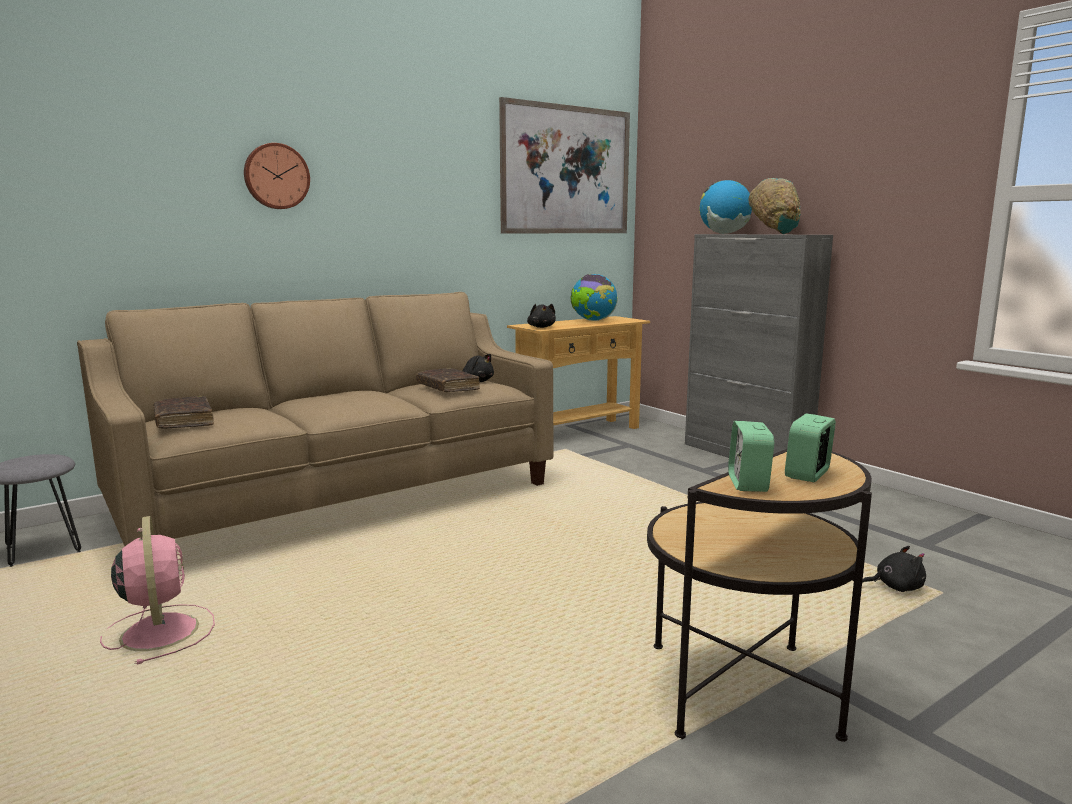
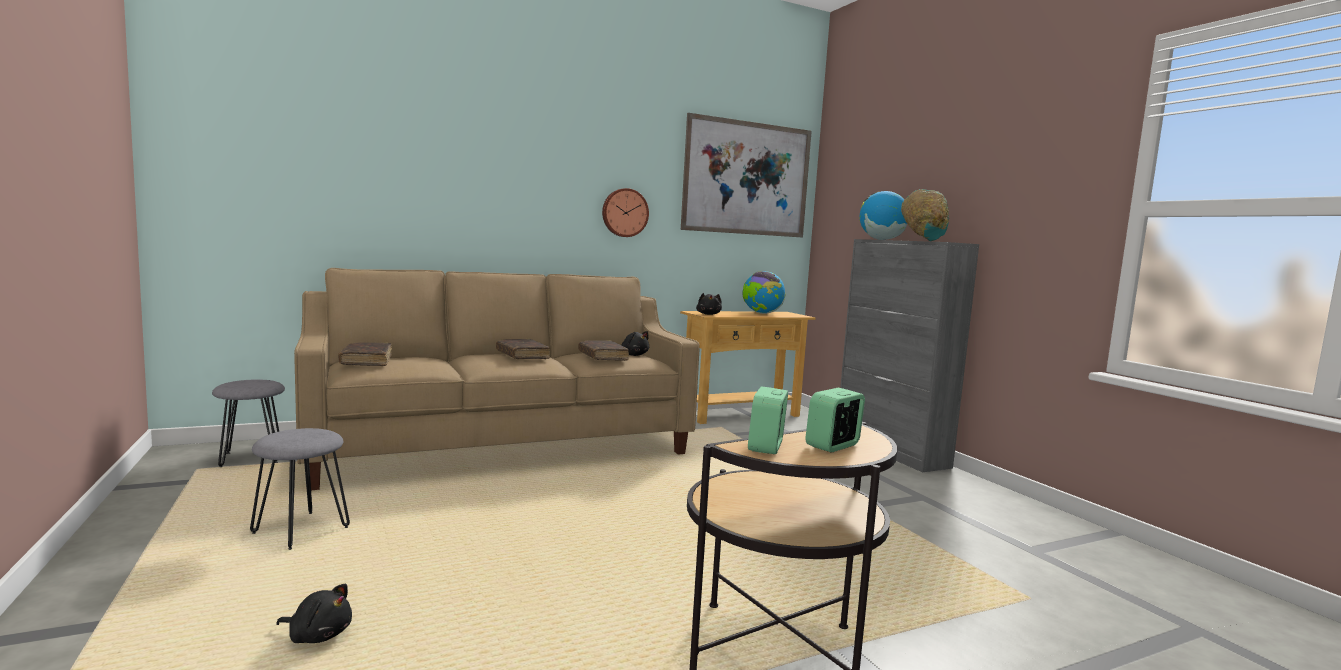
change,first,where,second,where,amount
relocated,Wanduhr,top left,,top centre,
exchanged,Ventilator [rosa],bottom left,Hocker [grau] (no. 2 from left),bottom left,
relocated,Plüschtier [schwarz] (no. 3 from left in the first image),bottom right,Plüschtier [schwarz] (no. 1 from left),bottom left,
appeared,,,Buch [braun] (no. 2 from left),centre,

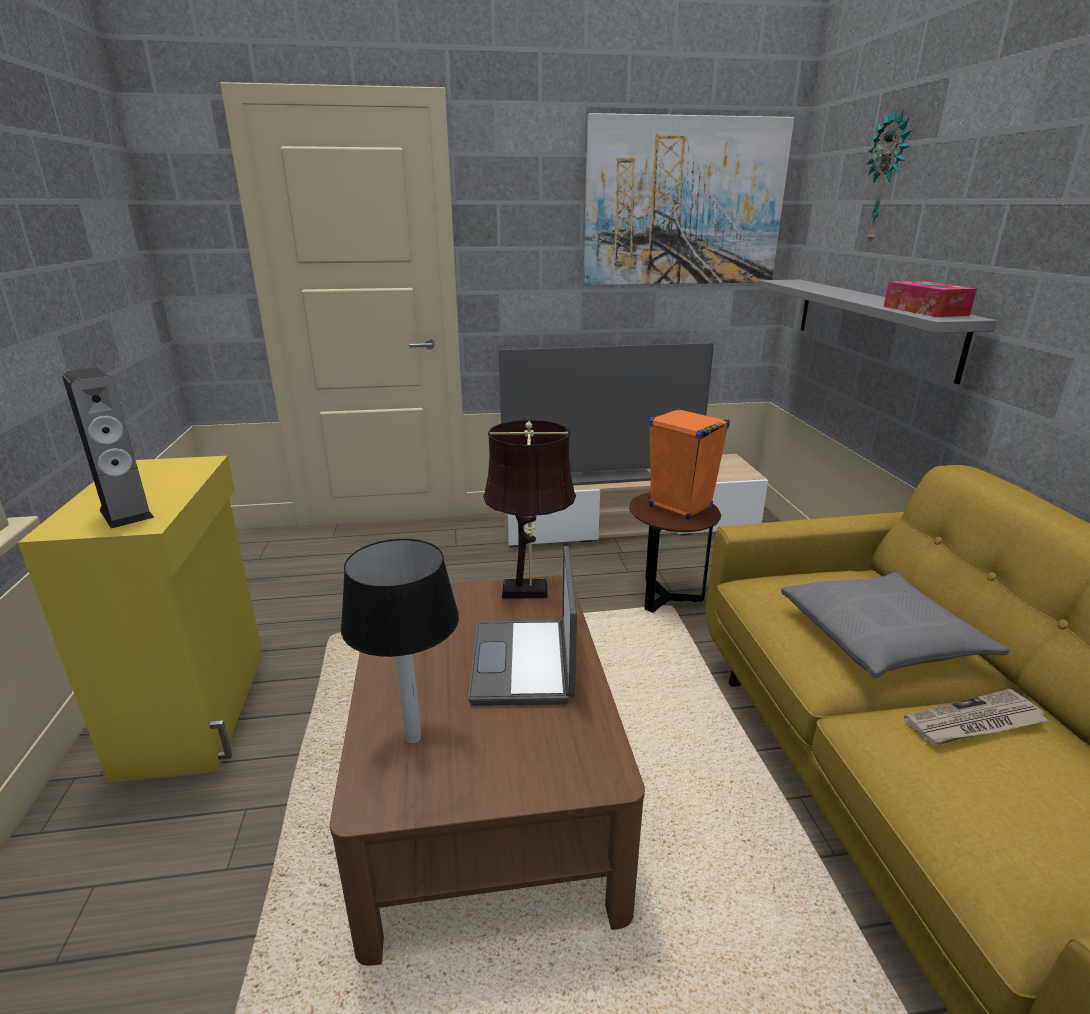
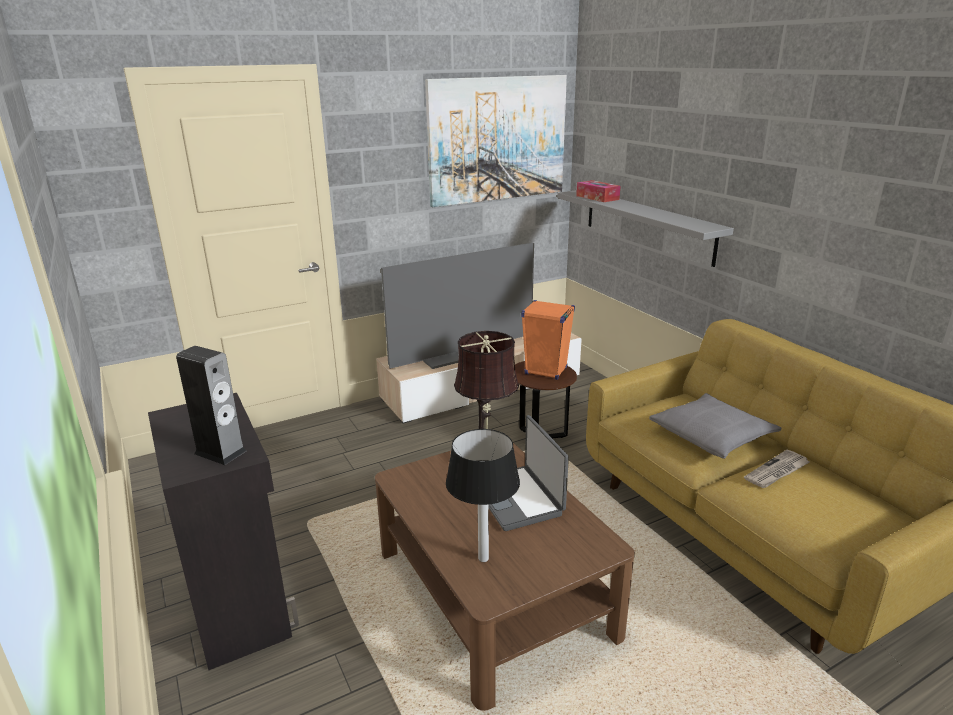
change,first,where,second,where,amount
missing,Wanduhr,top right,,,
relocated,Taschentuchbox,top right,,top centre,
colour,Schrank [gelb],middle left,Schrank [schwarz],bottom left,

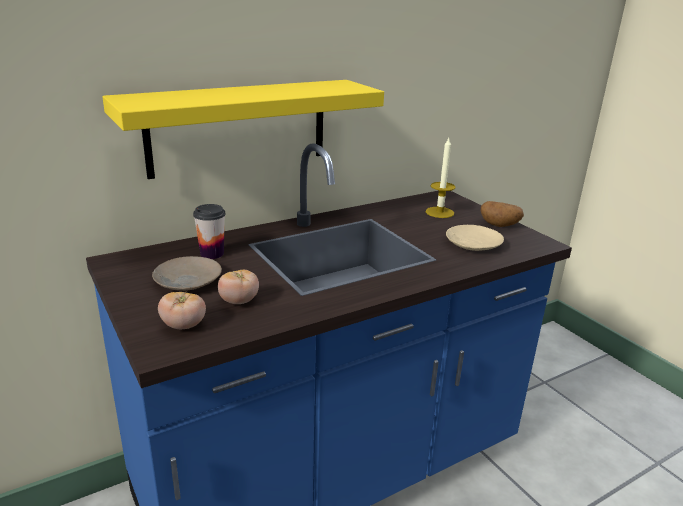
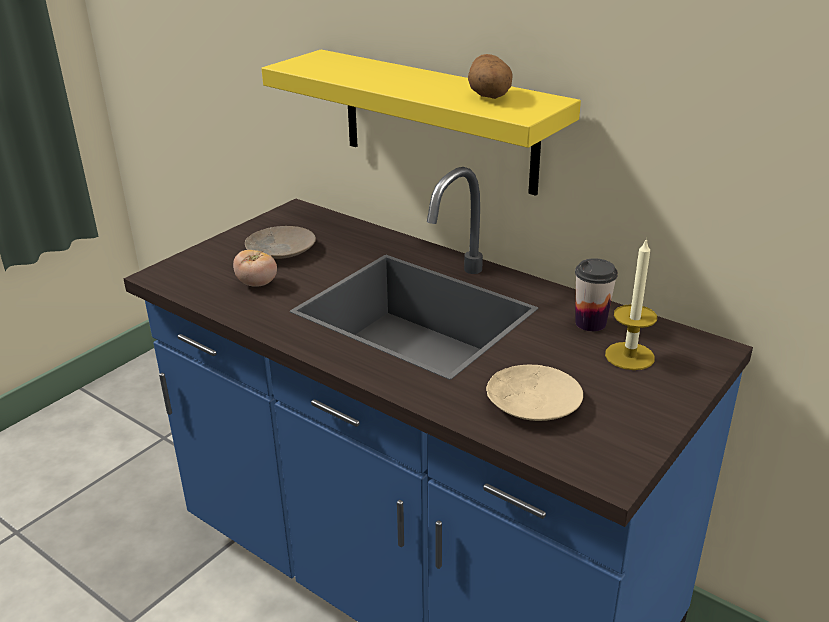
change,first,where,second,where,amount
relocated,Kartoffel,middle right,,top centre,
relocated,Tasse,middle left,,middle right,
missing,Tomate (no. 1 from left),middle left,,,

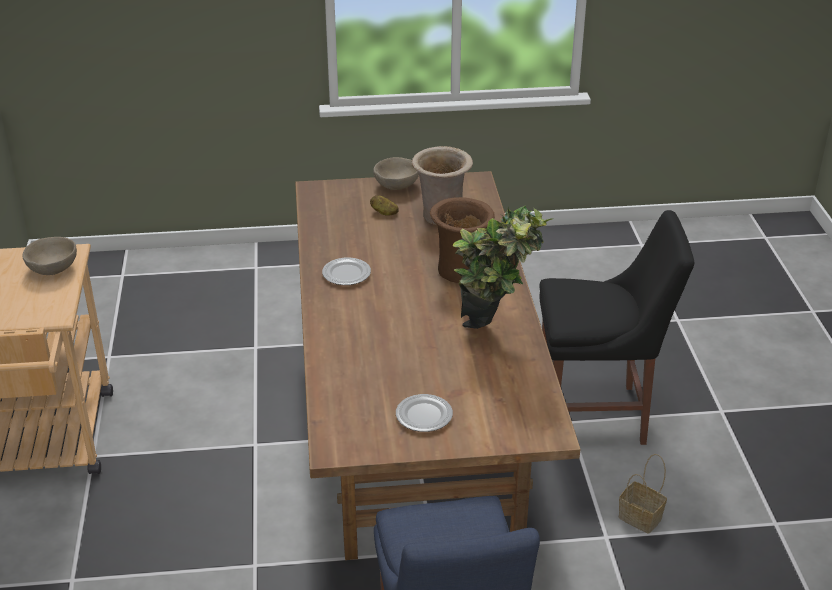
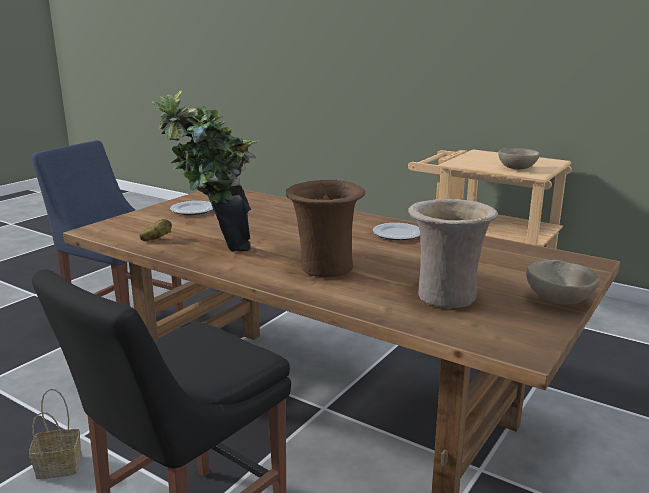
change,first,where,second,where,amount
relocated,Kartoffel,centre,,middle left,

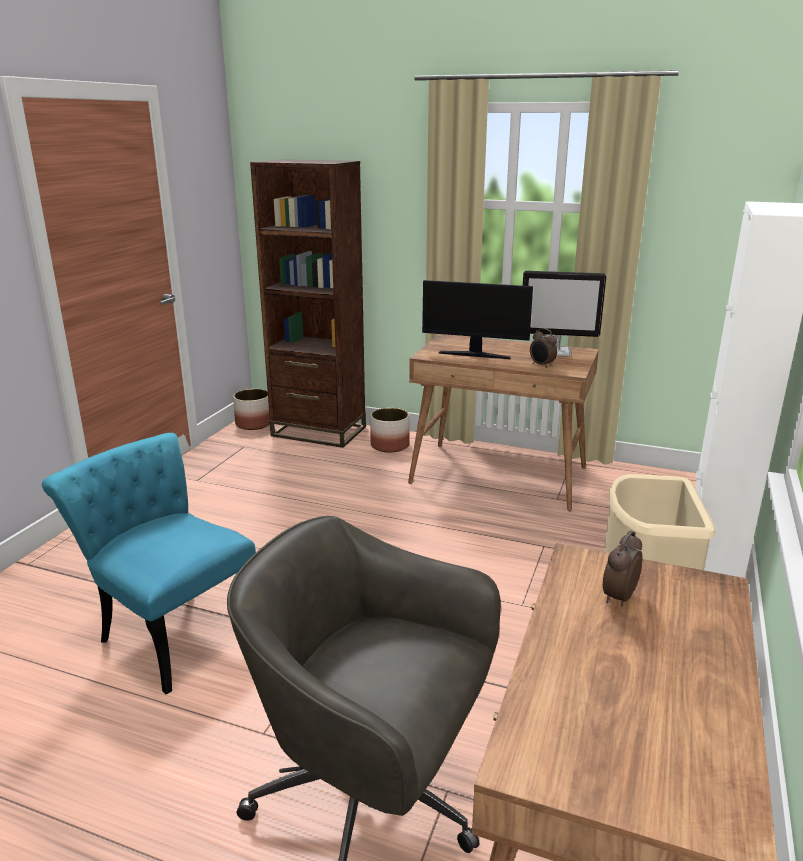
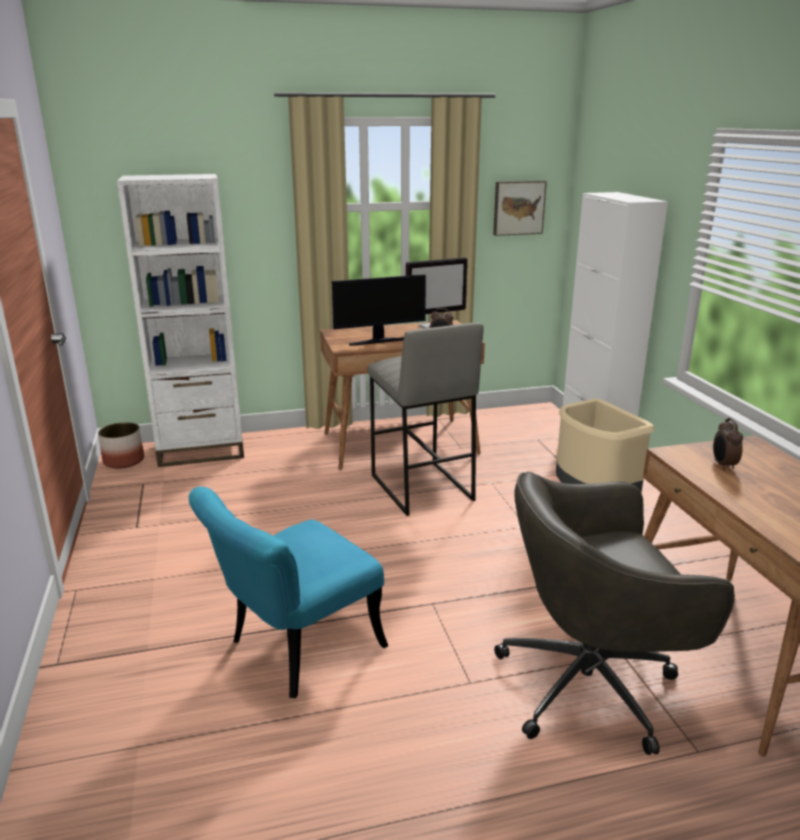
change,first,where,second,where,amount
colour,Bücherregal [braun],centre,Bücherregal [weiß],middle left,
missing,Pflanzkübel (no. 2 from left),centre,,,
spun,Stuhl [türkis],middle left,,bottom centre,45 degrees counterclockwise
appeared,,,Bild,top centre,
appeared,,,Hocker [grau],centre,

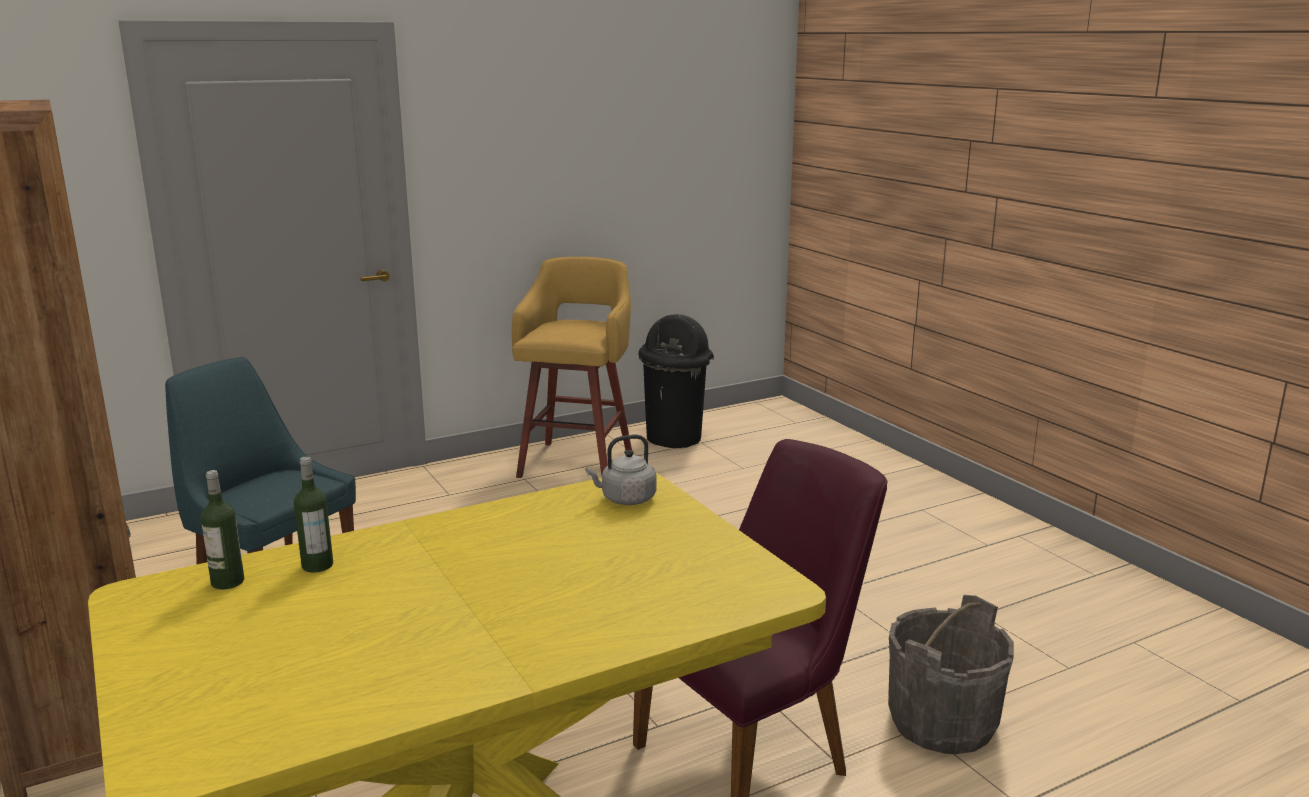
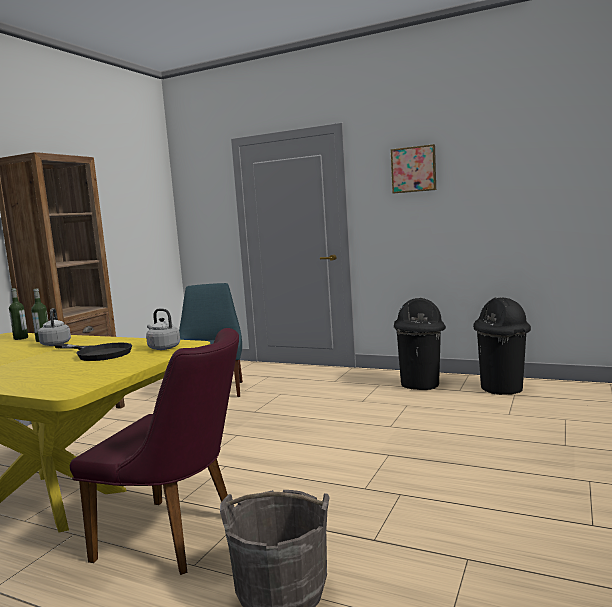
change,first,where,second,where,amount
exchanged,Hocker [gelb],centre,Mülleimer [schwarz] (no. 1 from left),middle right,
appeared,,,Bild,top right,
appeared,,,Wasserkessel [grau] (no. 1 from left),middle left,
appeared,,,Pfanne [schwarz],middle left,

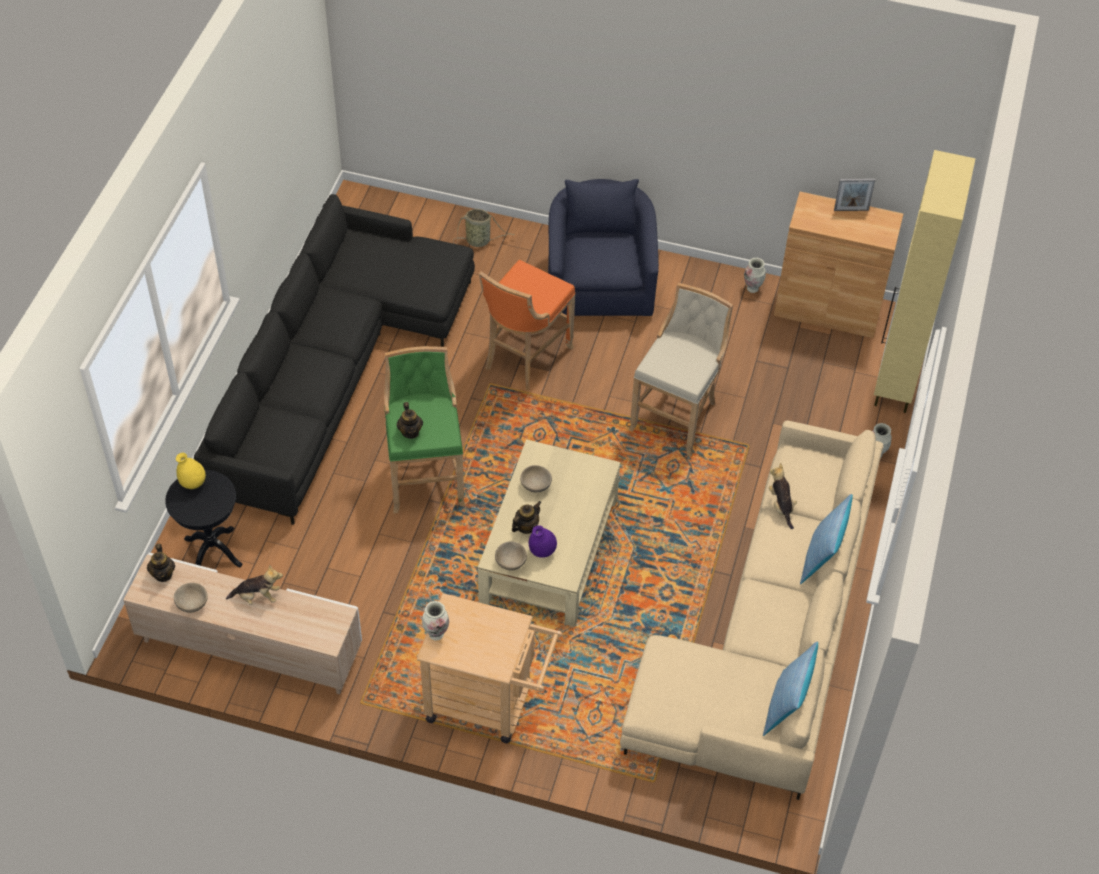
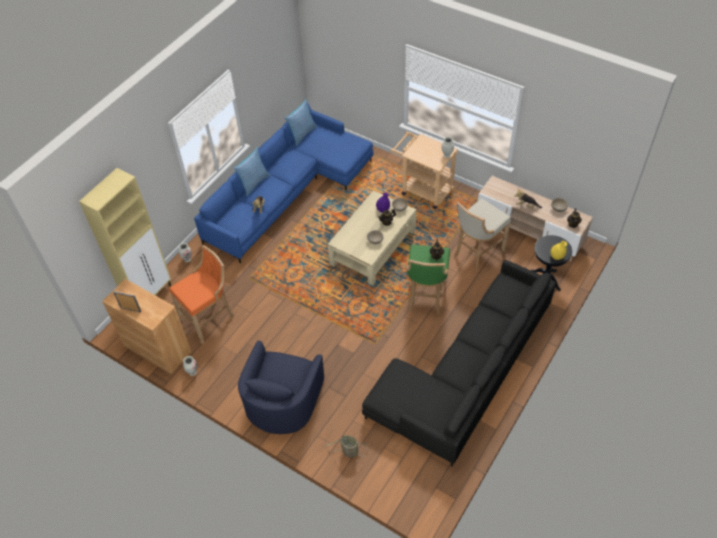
change,first,where,second,where,amount
relocated,Hocker [orange],centre,,middle left,
relocated,Hocker [beige],centre,,middle right,
colour,Sofa [beige],bottom right,Sofa [blau],centre,

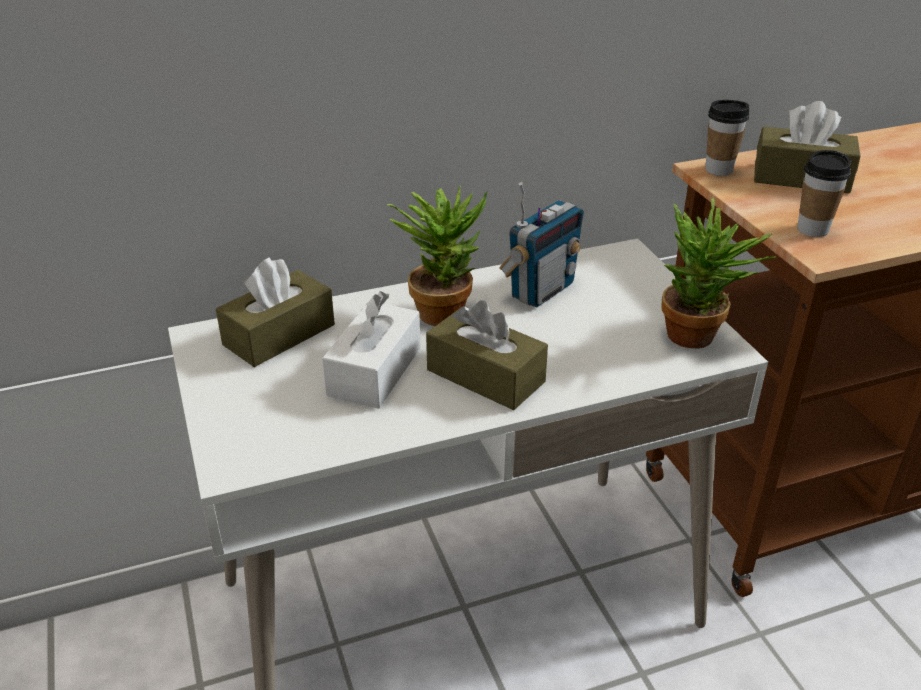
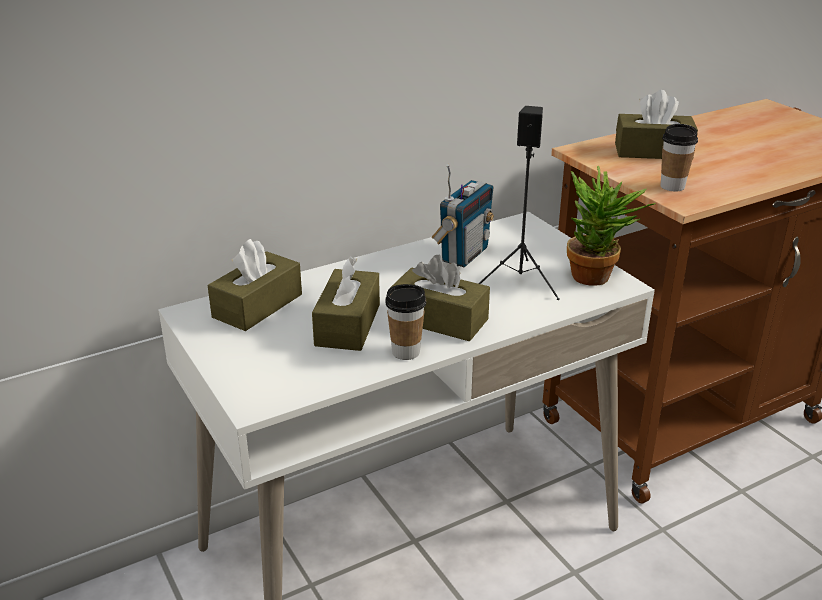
change,first,where,second,where,amount
relocated,Tasse (no. 1 from left),top right,,centre,
missing,Topfpflanze (no. 1 from left),centre,,,
colour,Taschentuchbox [weiß],centre,Taschentuchbox [braun] (no. 2 from left),centre,
appeared,,,Lautsprecher [schwarz],centre,

